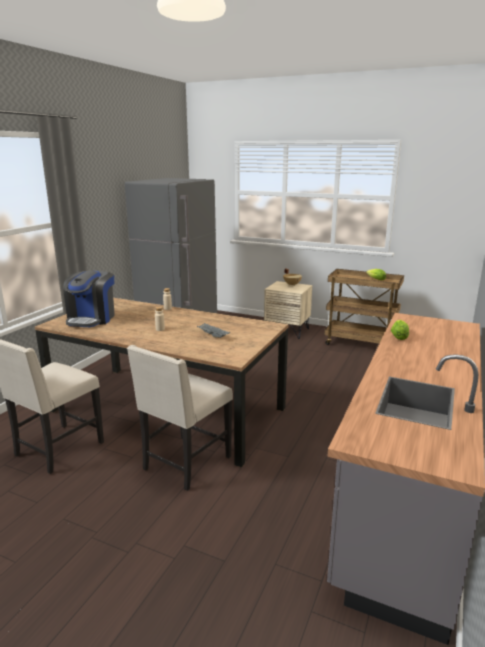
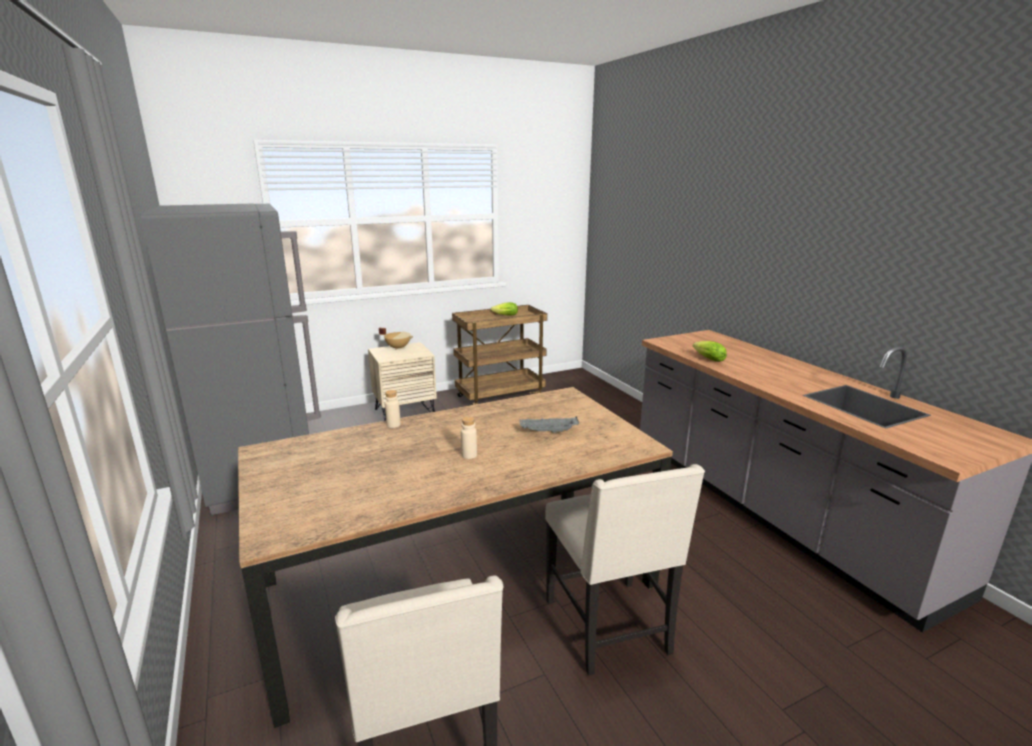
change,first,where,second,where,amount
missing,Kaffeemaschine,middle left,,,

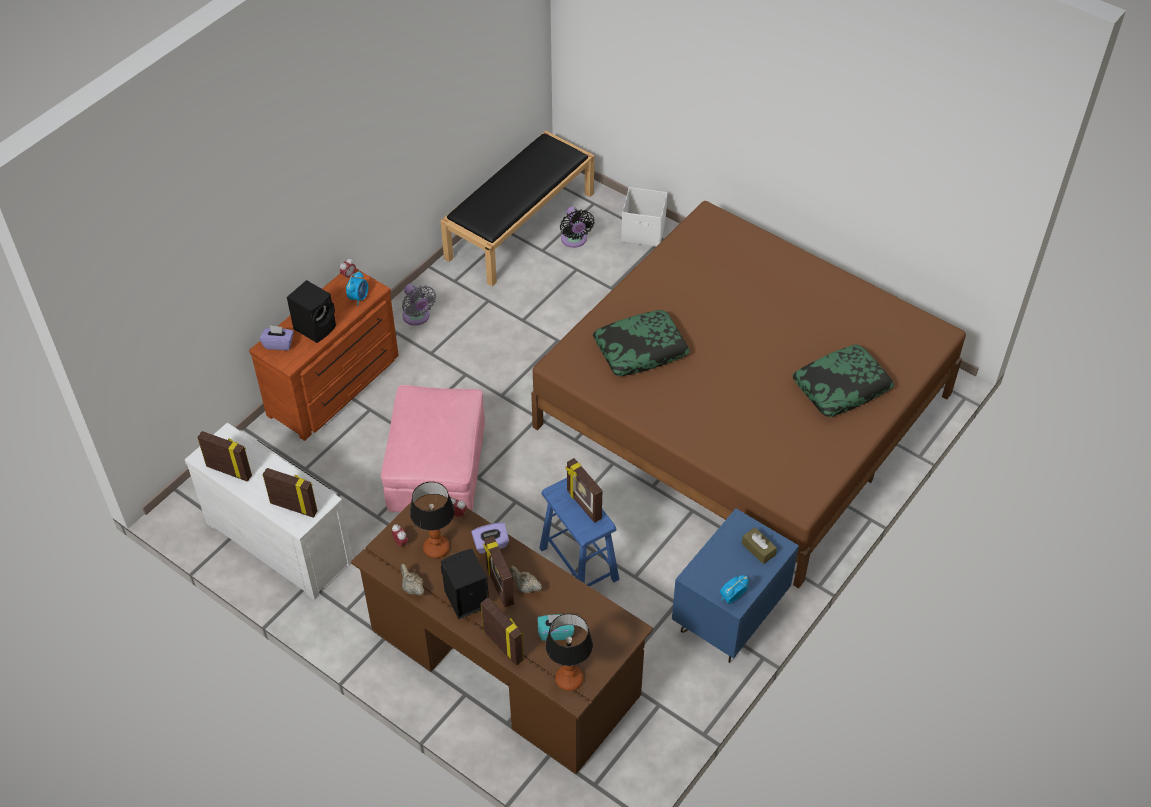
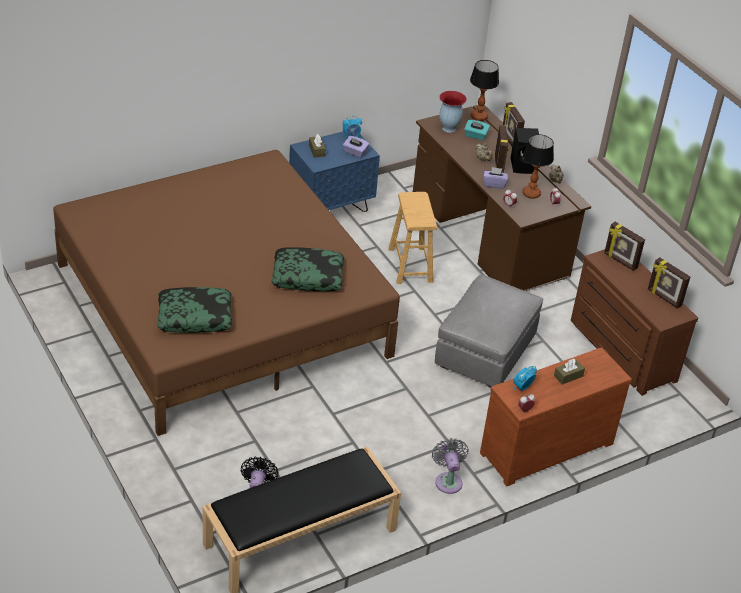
change,first,where,second,where,amount
missing,Aufbewahrungsbox [weiß],top centre,,,
exchanged,Lautsprecher [schwarz] (no. 1 from left),middle left,Taschentuchbox [braun] (no. 2 from left),middle right,
relocated,Taschentuchbox [lila] (no. 1 from left),middle left,,top centre,
relocated,Kissen (no. 2 from left in the first image),middle right,Kissen (no. 1 from left),middle left,
colour,Polsterhocker [rosa],centre,Polsterhocker [grau],centre,
colour,Kommode [weiß],middle left,Kommode [braun] (no. 2 from left),middle right,
missing,Bilderrahmen (no. 5 from left),centre,,,
colour,Hocker [blau],centre,Hocker [braun],centre,
appeared,,,Vase,top centre,

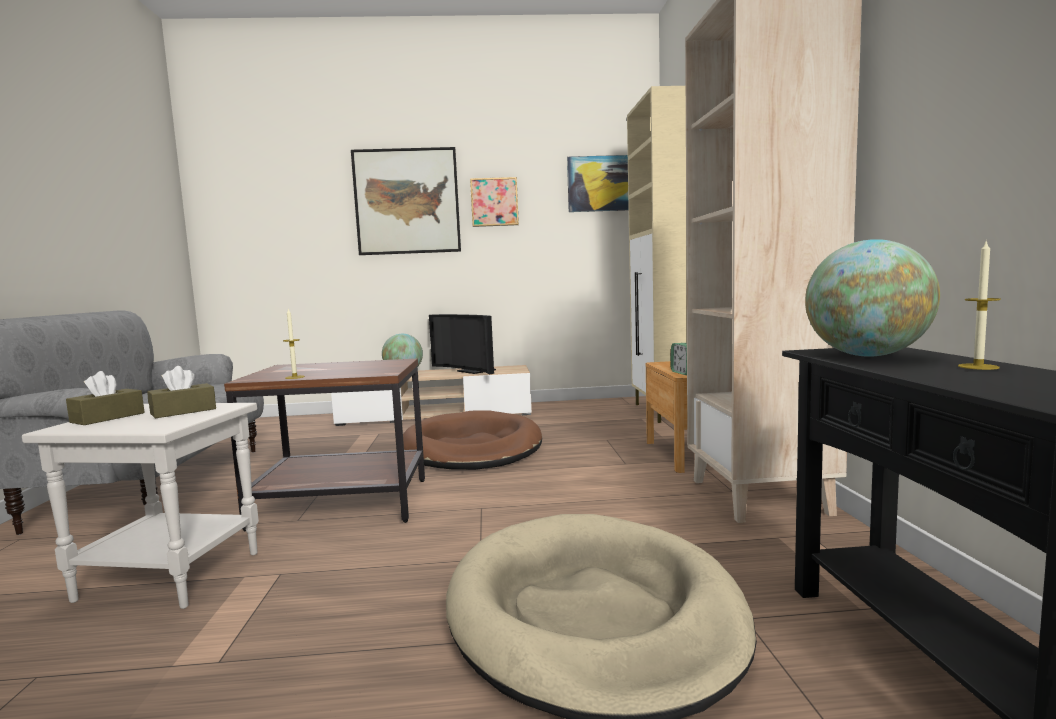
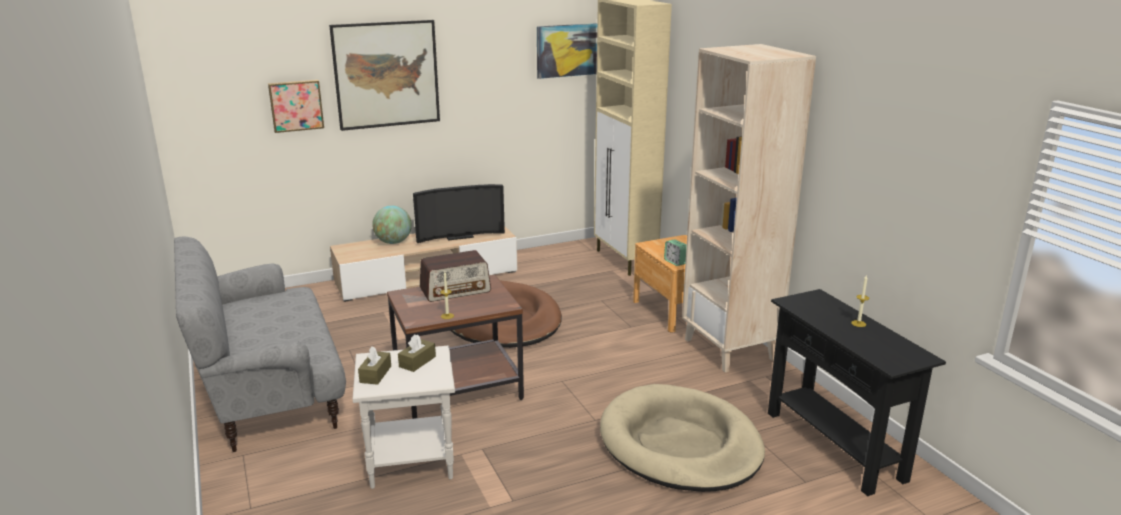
change,first,where,second,where,amount
relocated,Bild (no. 2 from left in the first image),top centre,Bild (no. 1 from left),top left,
missing,Globus (no. 2 from left),middle right,,,
spun,Fernseher,centre,,centre,45 degrees counterclockwise
appeared,,,Radio,centre,

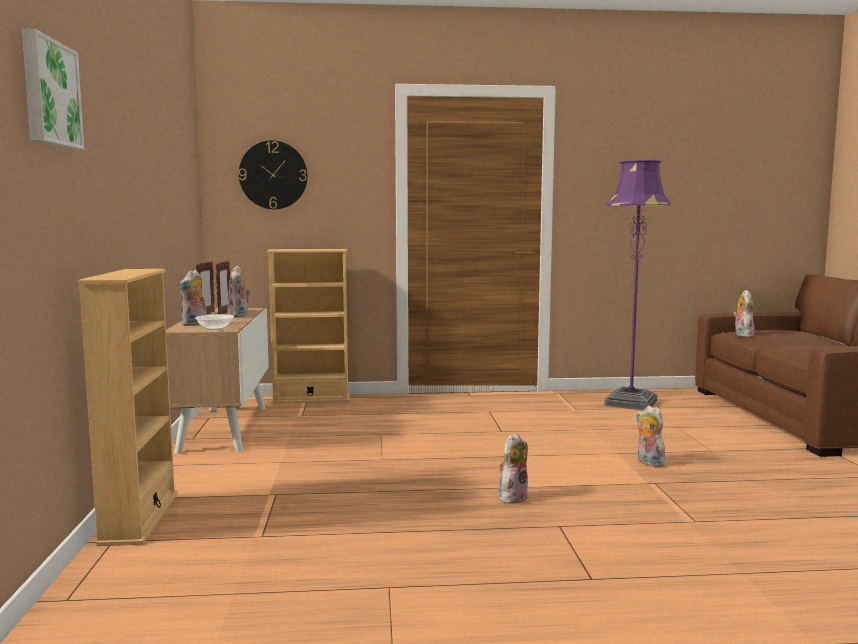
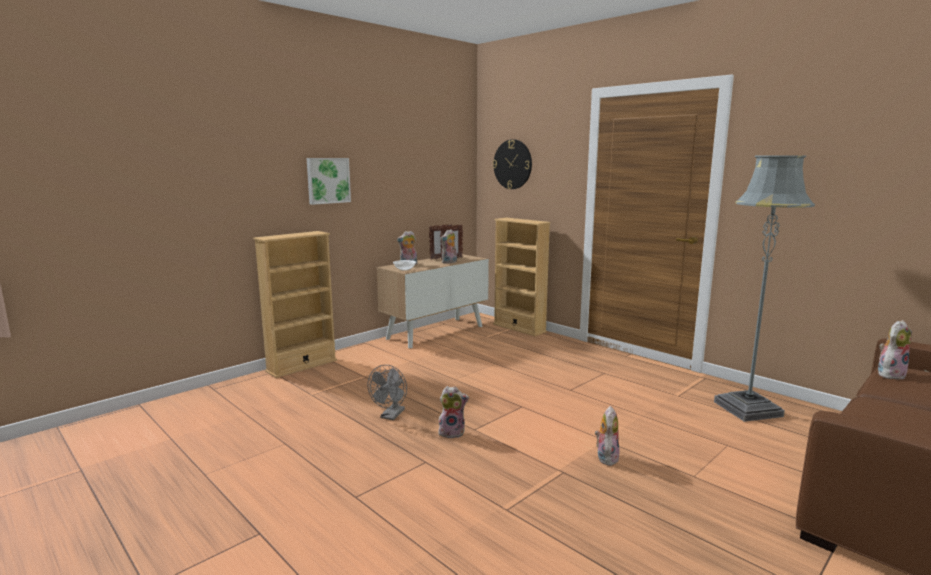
change,first,where,second,where,amount
relocated,Bild,top left,,top centre,
colour,Stehlampe [lila],middle right,Stehlampe [grau],middle right,
appeared,,,Ventilator [grau],bottom centre,

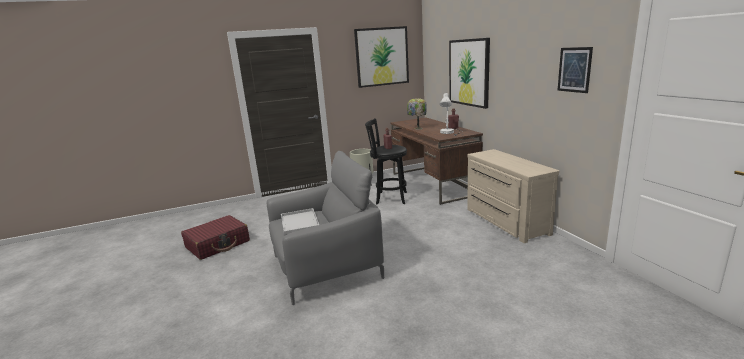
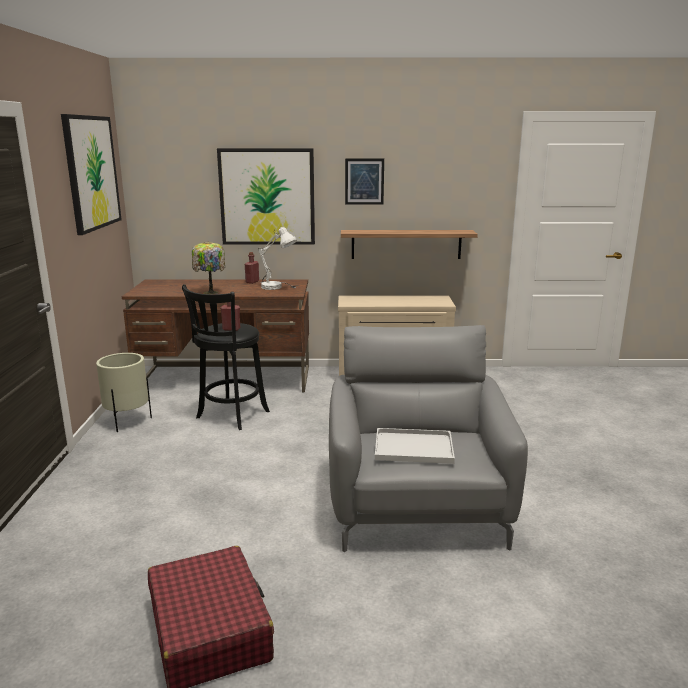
change,first,where,second,where,amount
relocated,Bild (no. 3 from left),top right,,top centre,
appeared,,,Wandregal,centre,

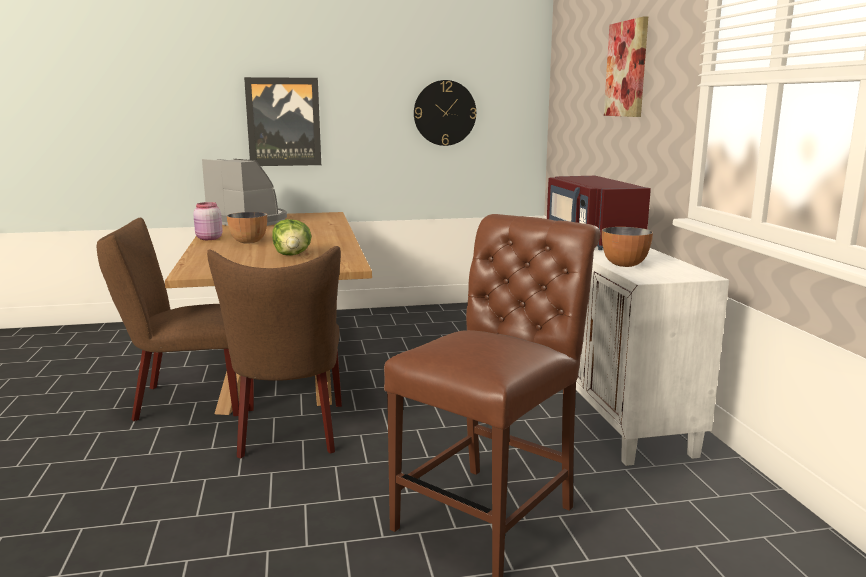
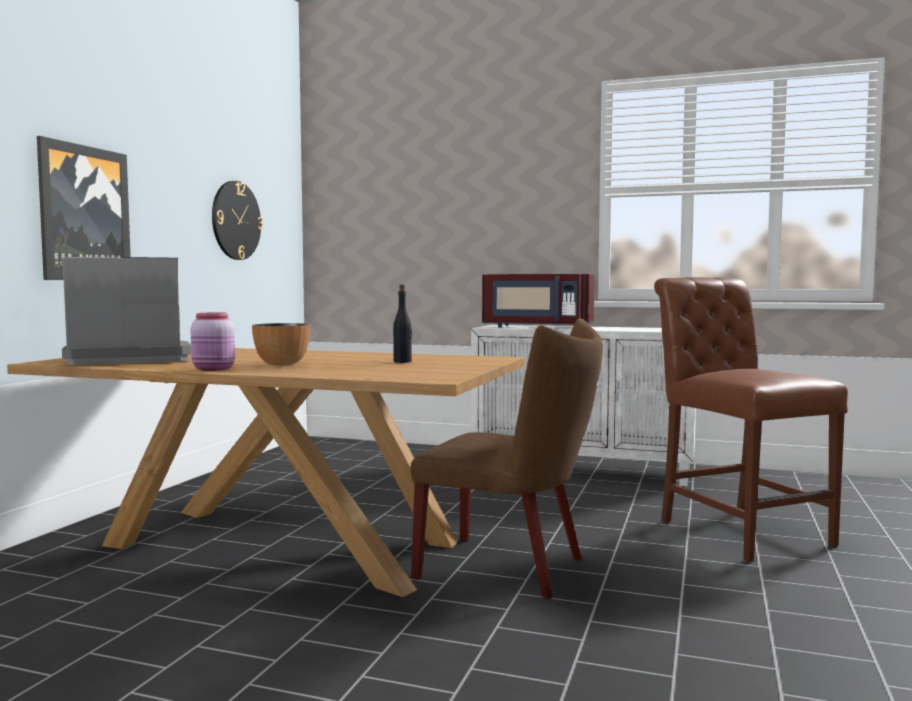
change,first,where,second,where,amount
missing,Bild (no. 2 from left),top right,,,
missing,Stuhl [braun] (no. 1 from left),middle left,,,
exchanged,Salatkopf,centre,Flasche [schwarz],centre,
missing,Schüssel (no. 2 from left),middle right,,,

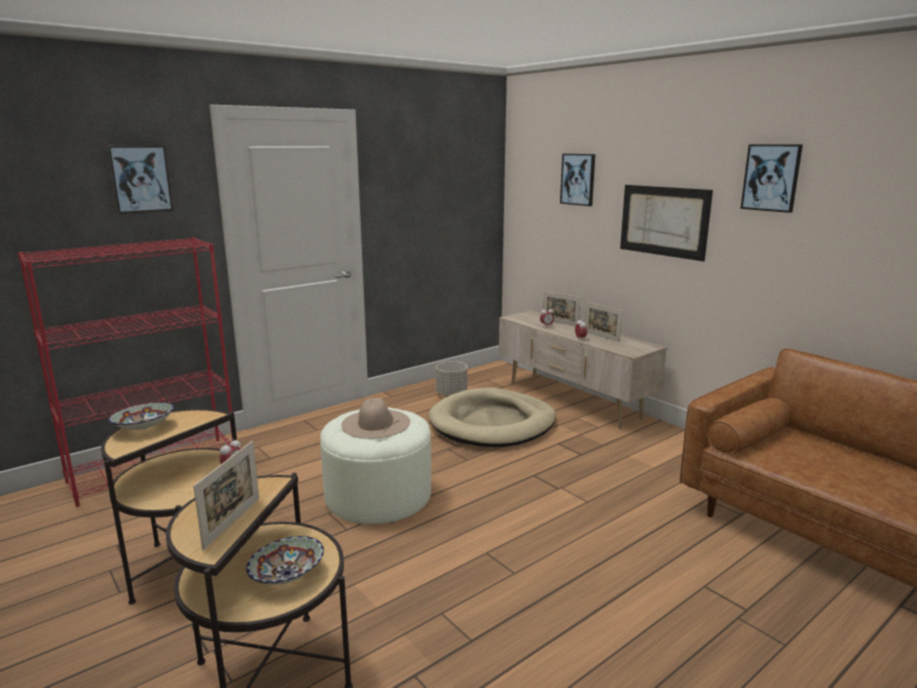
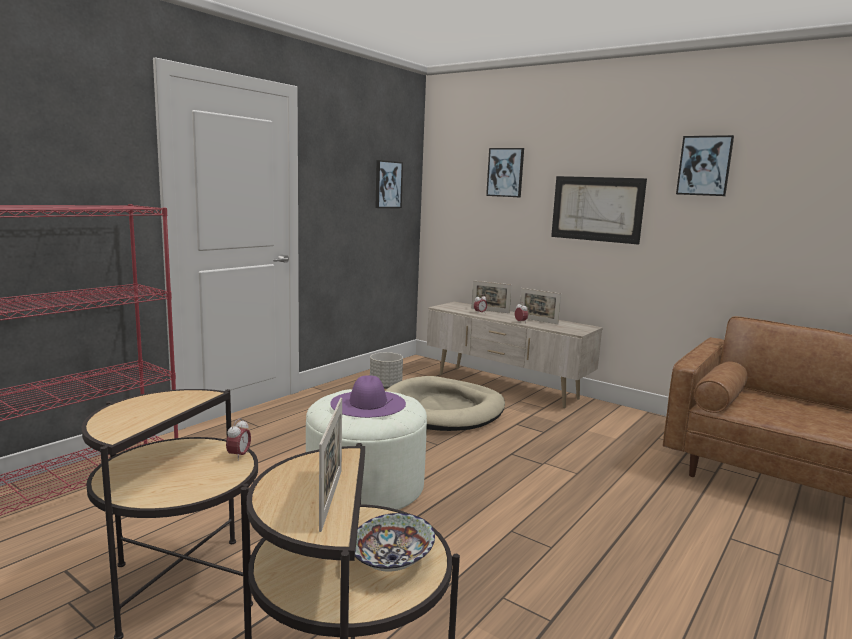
change,first,where,second,where,amount
relocated,Bild (no. 1 from left),top left,,top centre,
colour,Hut [beige],centre,Hut [lila],centre,
missing,Schüssel (no. 1 from left),middle left,,,

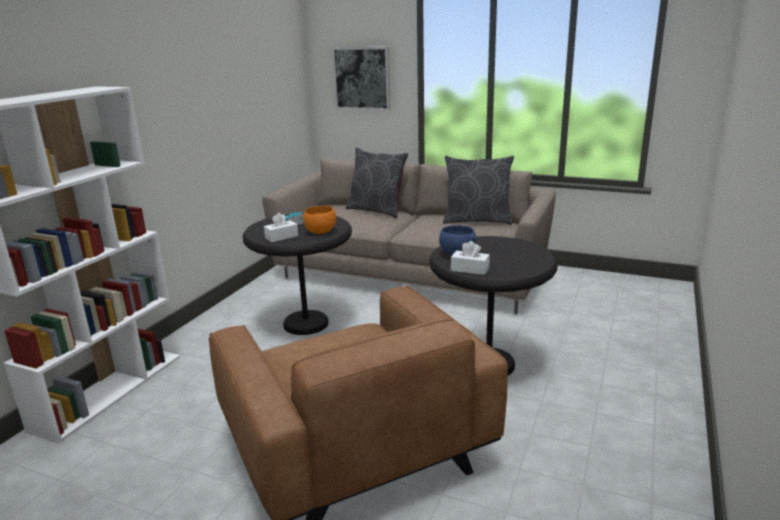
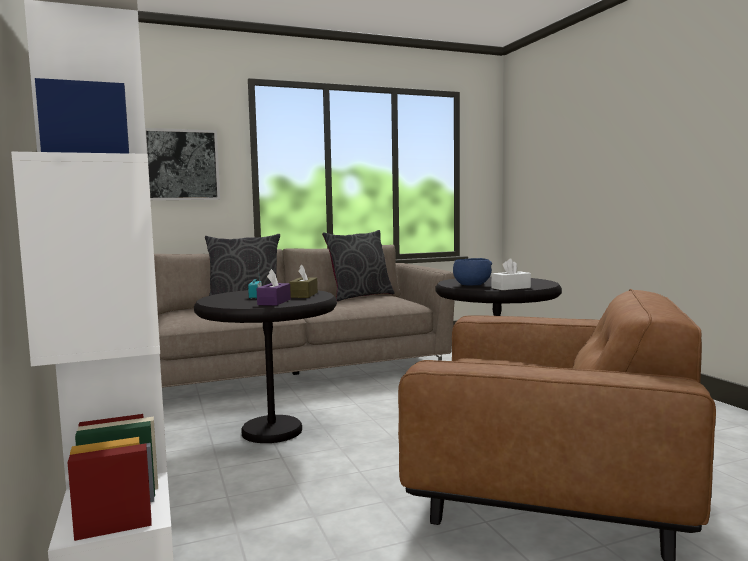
change,first,where,second,where,amount
exchanged,Schüssel [orange],centre,Taschentuchbox [braun],centre,
colour,Taschentuchbox [weiß] (no. 1 from left),centre,Taschentuchbox [lila],centre,

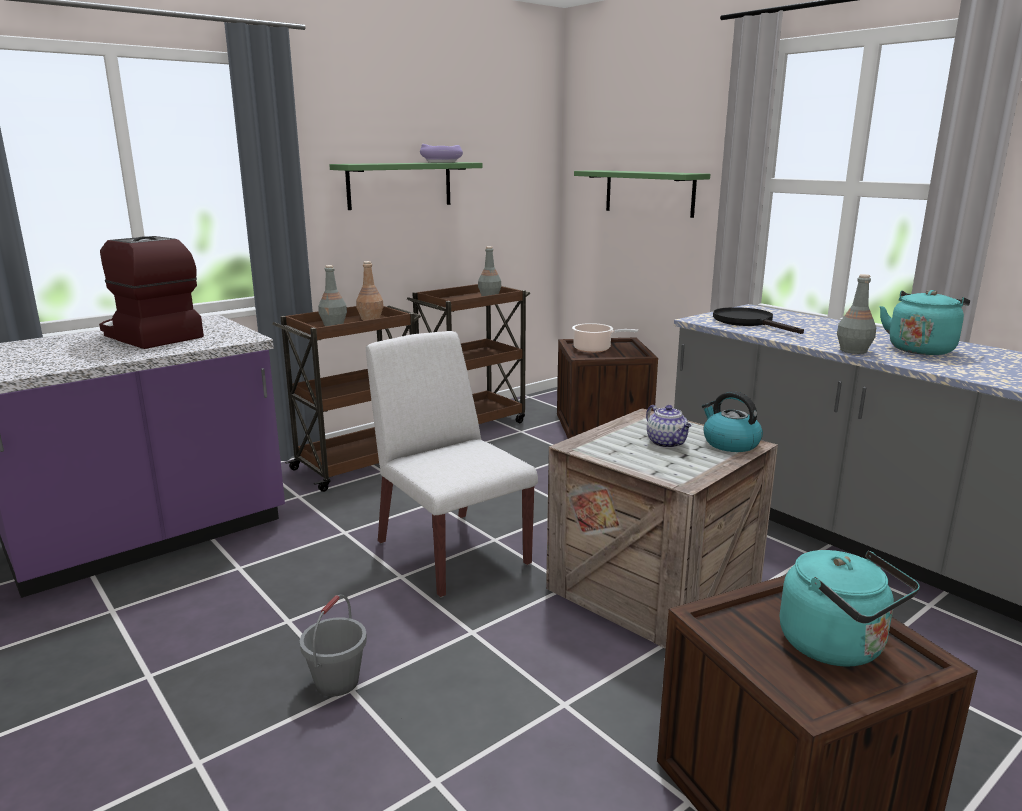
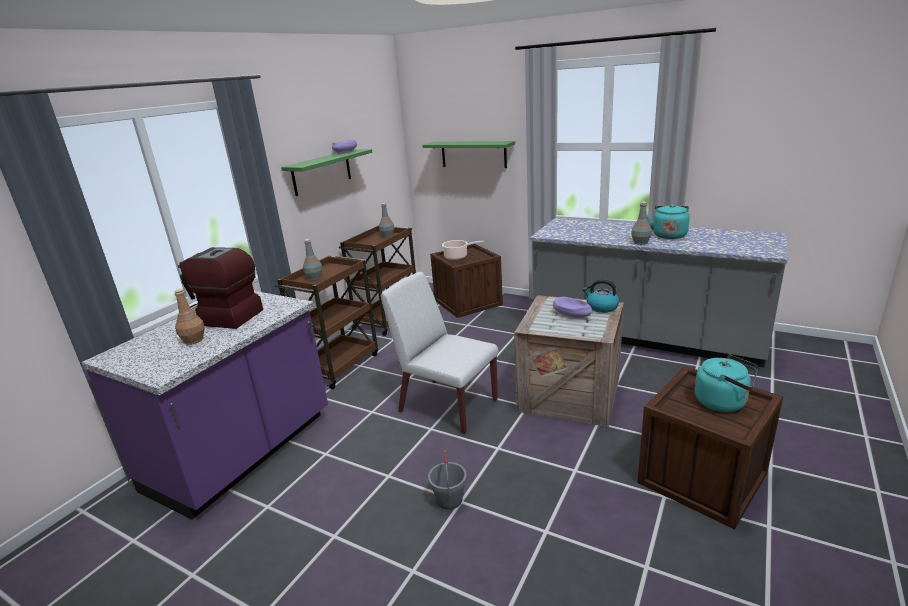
change,first,where,second,where,amount
relocated,Flasche [braun],centre,,middle left,
missing,Pfanne [schwarz],middle right,,,
exchanged,Teekanne,centre,Schüssel [lila] (no. 2 from left),centre,

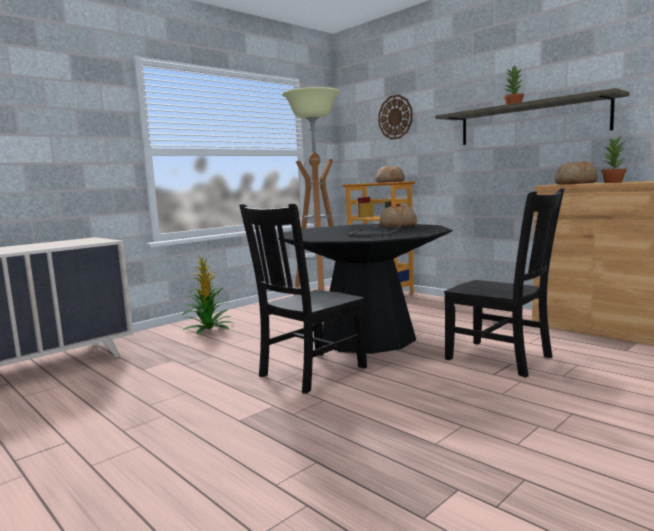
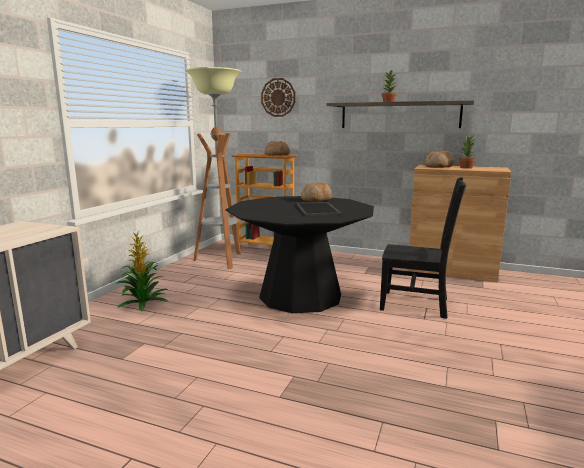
change,first,where,second,where,amount
missing,Stuhl [schwarz] (no. 1 from left),centre,,,

